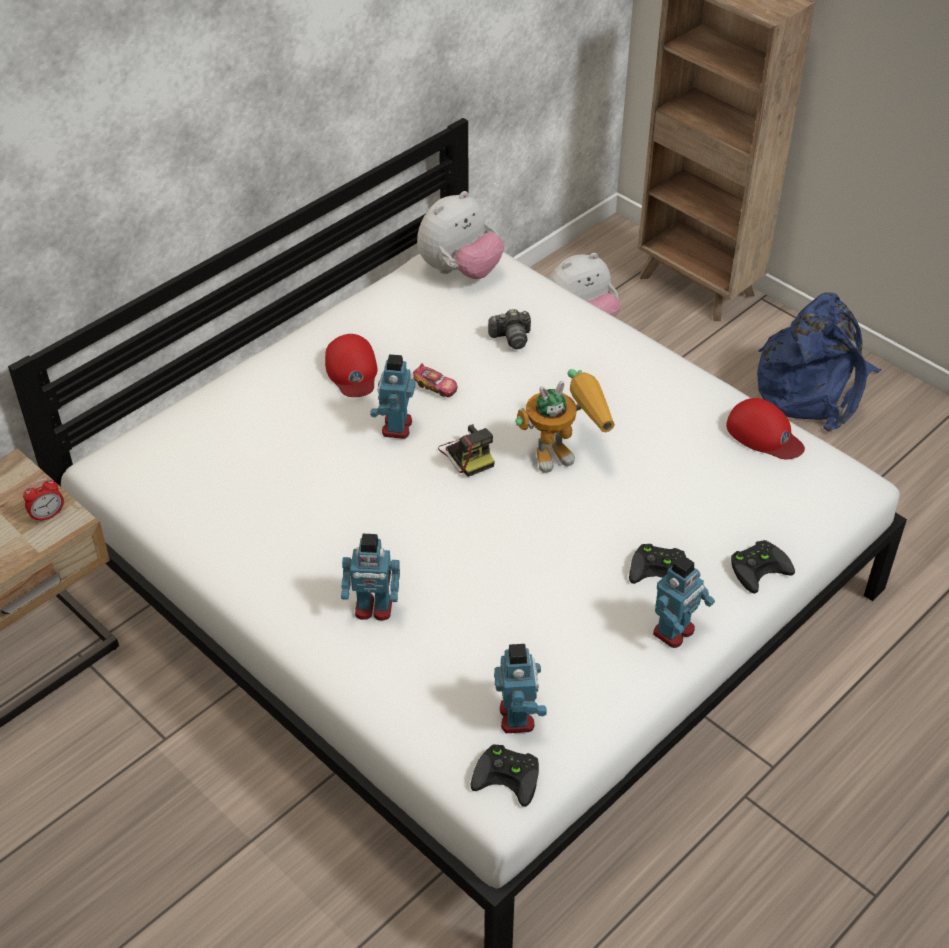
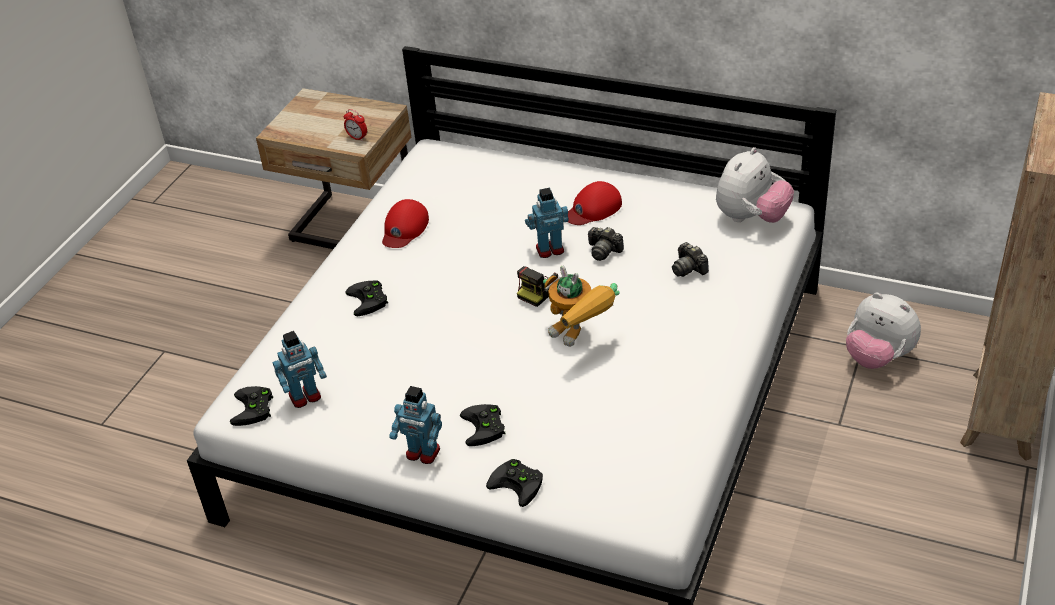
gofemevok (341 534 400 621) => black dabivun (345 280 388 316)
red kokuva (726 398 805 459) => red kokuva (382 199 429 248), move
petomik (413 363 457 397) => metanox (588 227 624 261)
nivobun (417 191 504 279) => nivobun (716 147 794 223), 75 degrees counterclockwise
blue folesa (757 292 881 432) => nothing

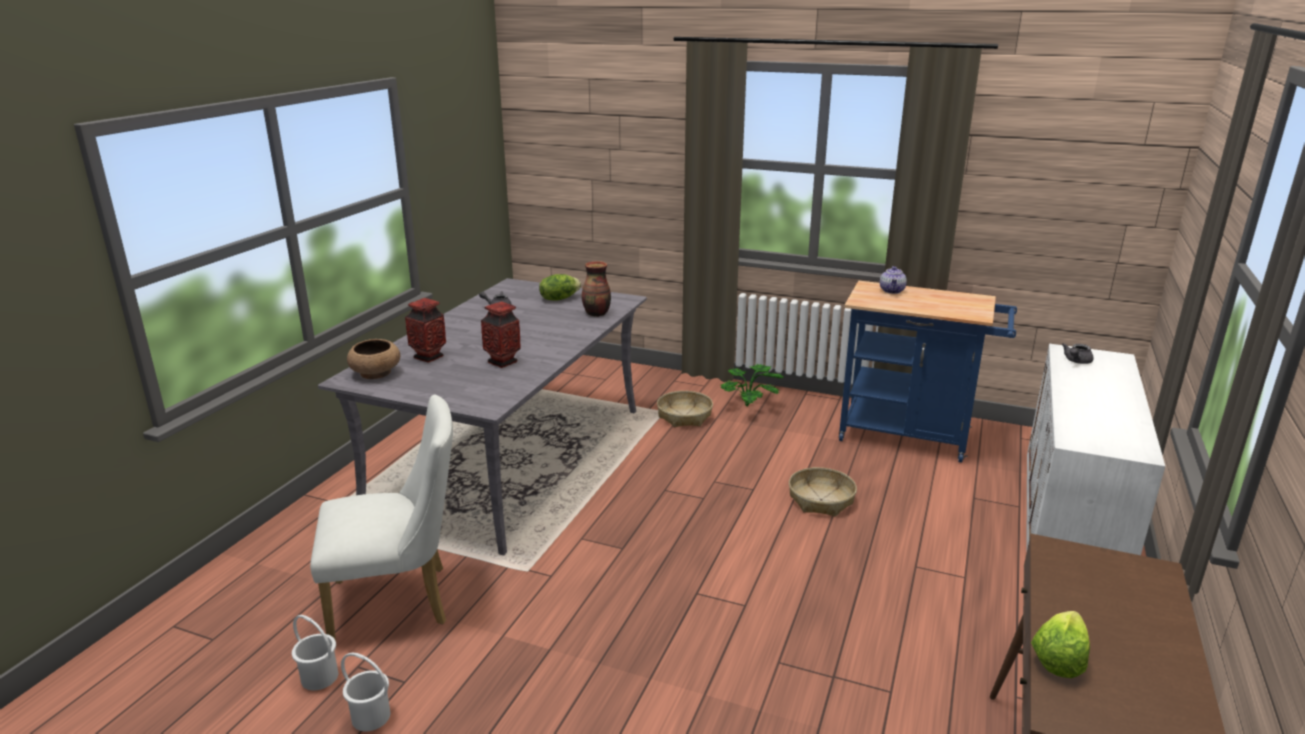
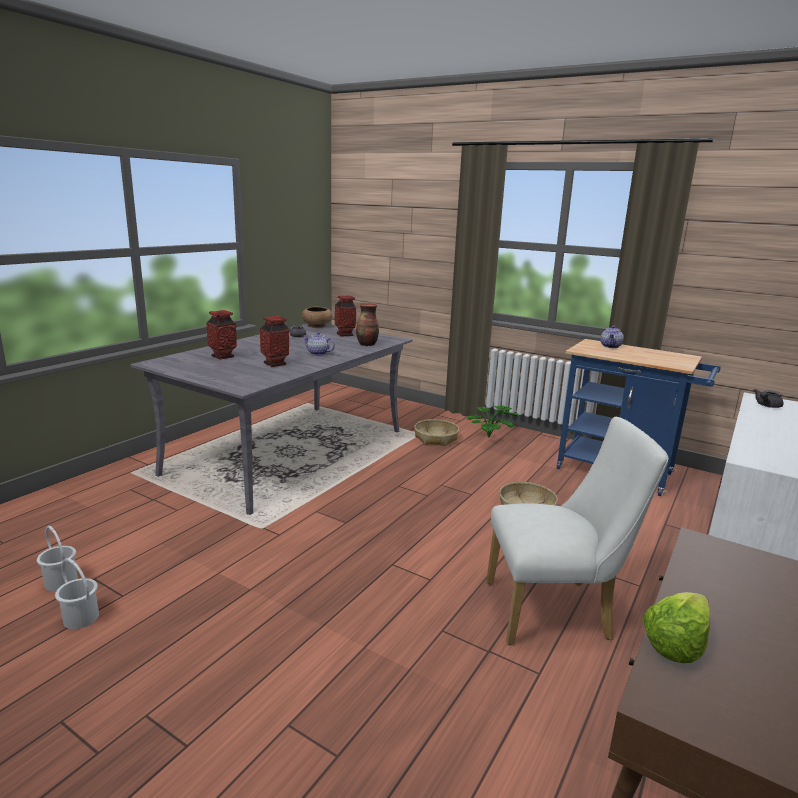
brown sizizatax (347 339 400 379) => brown sizizatax (302 306 332 328), move
nothing => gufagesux (303 332 335 355)
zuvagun (539 274 581 301) => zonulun (335 296 356 337)
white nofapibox (310 395 453 641) => white nofapibox (486 417 669 645), move

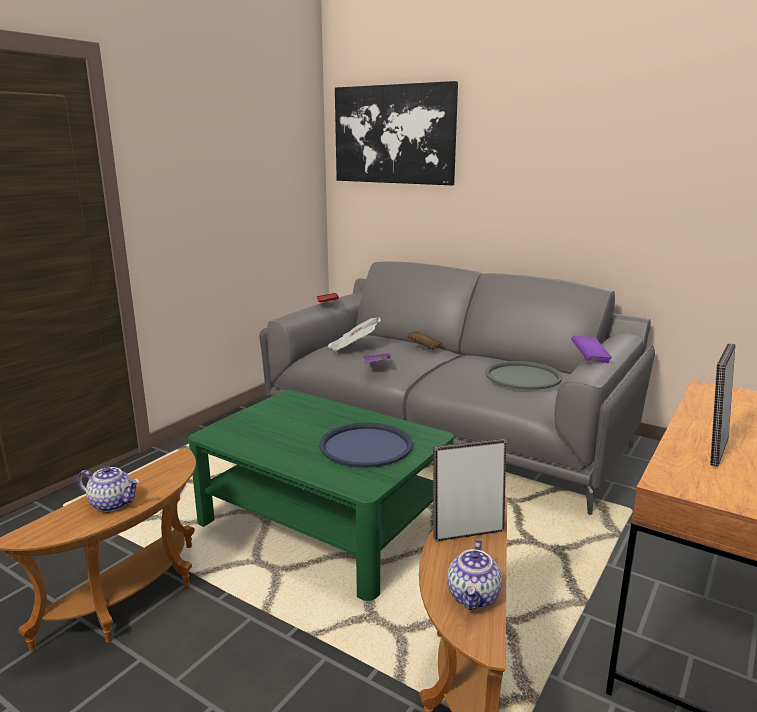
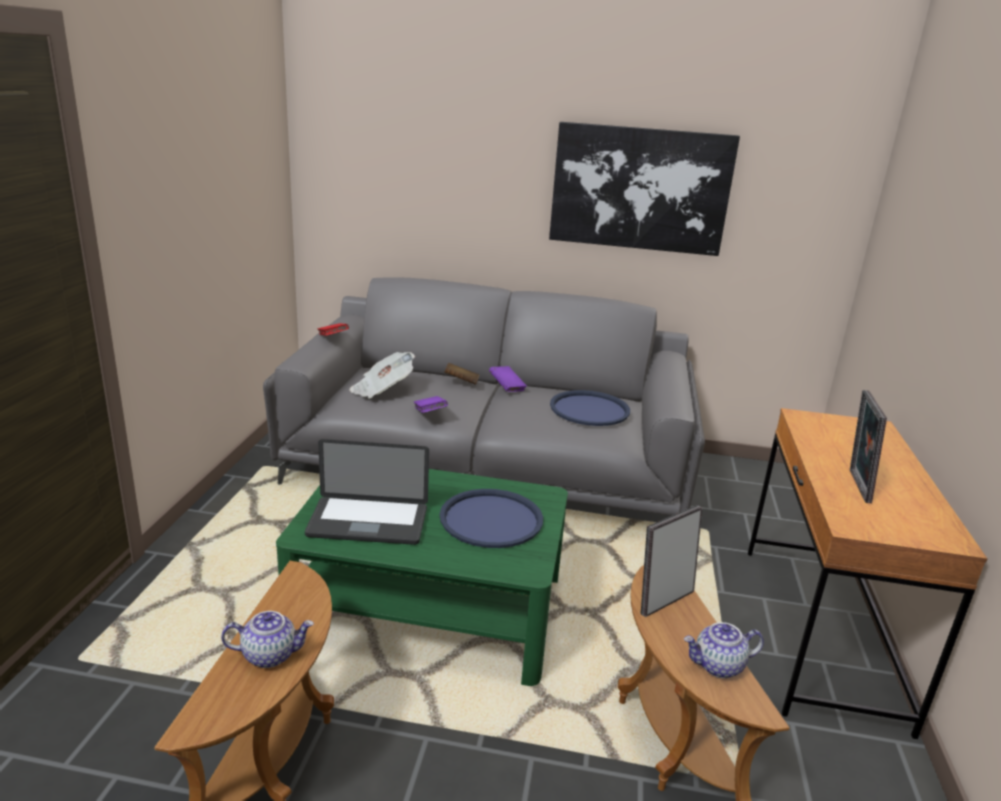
nothing => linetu (305 439 429 545)
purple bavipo (571 335 612 363) => purple bavipo (489 366 527 392), move
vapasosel (335 81 458 185) => vapasosel (549 122 740 256), move
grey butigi (485 361 563 390) => blue butigi (550 390 630 426)
gufagesux (447 539 502 610) => gufagesux (684 622 764 678), 90 degrees clockwise

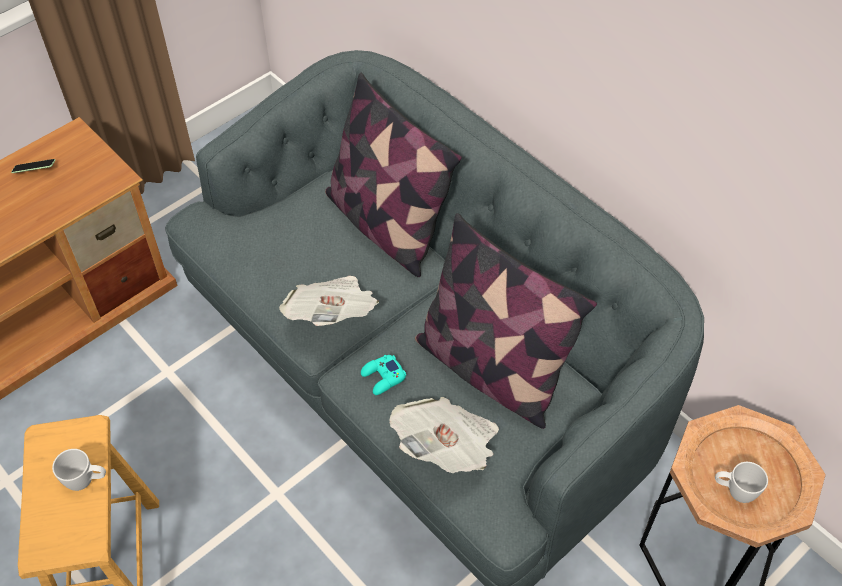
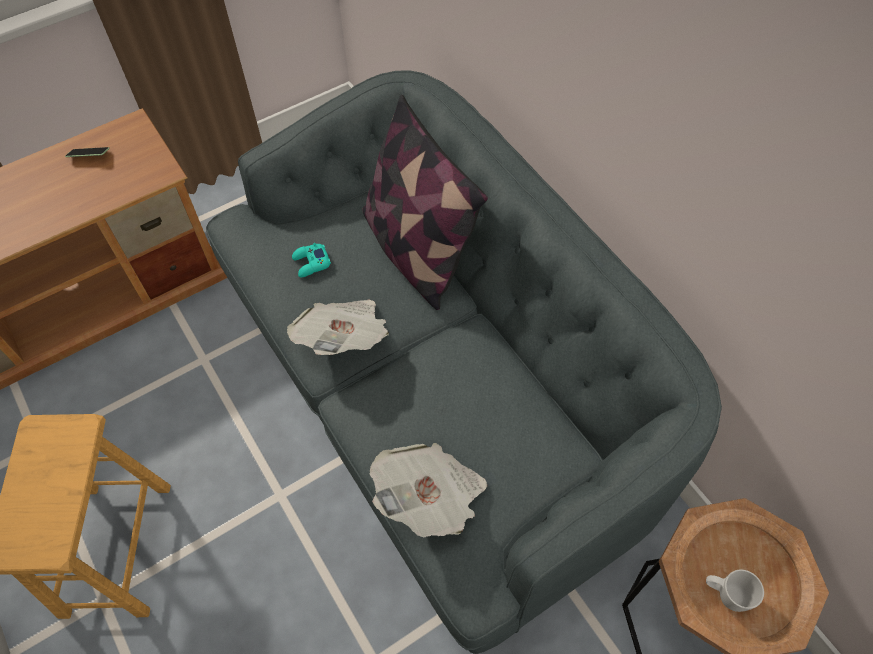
turquoise dabivun (361 355 406 395) => turquoise dabivun (292 243 331 278), move
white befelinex (52 449 106 491) => nothing
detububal (415 213 597 429) => nothing

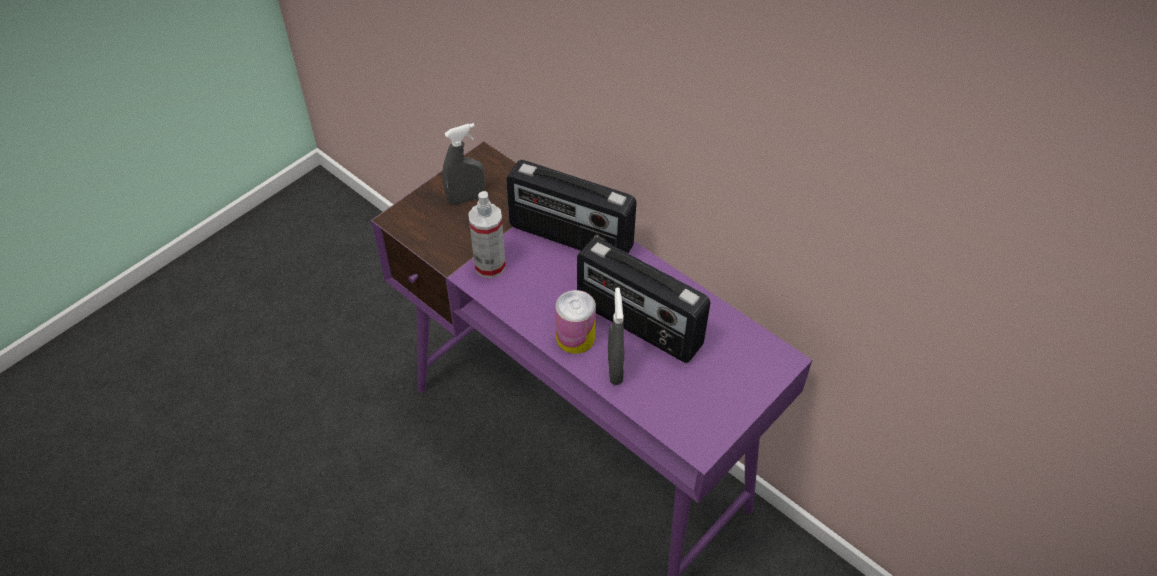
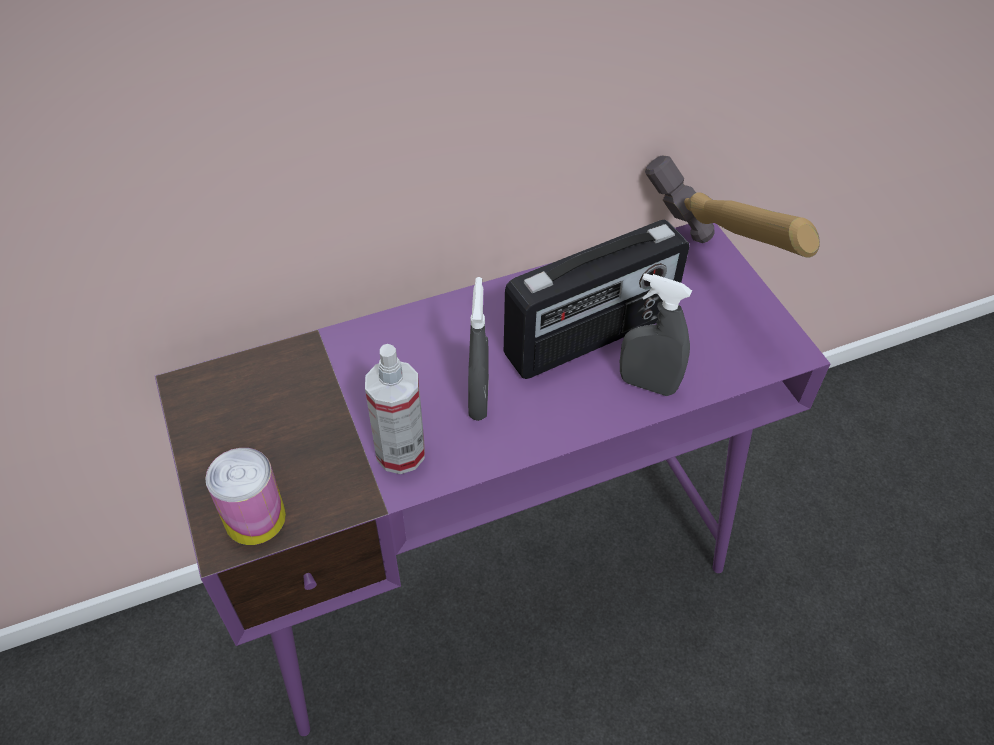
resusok (555 290 596 354) => resusok (205 448 286 545), move
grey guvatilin (442 123 485 205) => grey guvatilin (468 277 489 421), move
nothing => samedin (645 156 820 257)
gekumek (506 160 637 254) => nothing

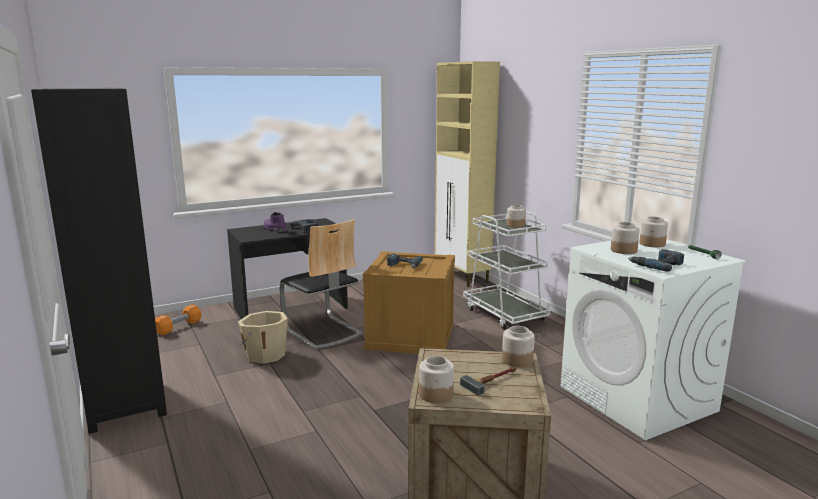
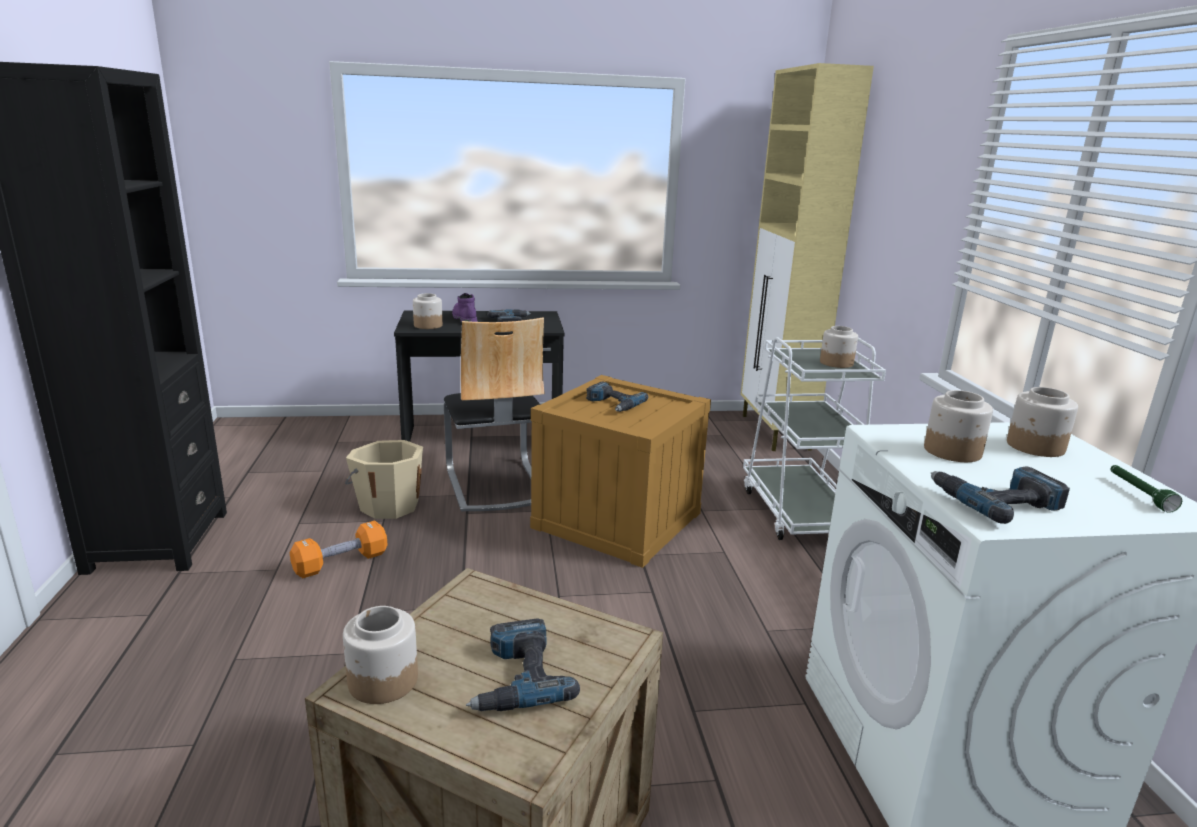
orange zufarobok (155 304 201 335) => orange zufarobok (290 521 388 578), move
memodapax (502 326 535 367) => memodapax (413 293 443 329), move
samedin (460 366 516 396) => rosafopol (466 619 580 711)

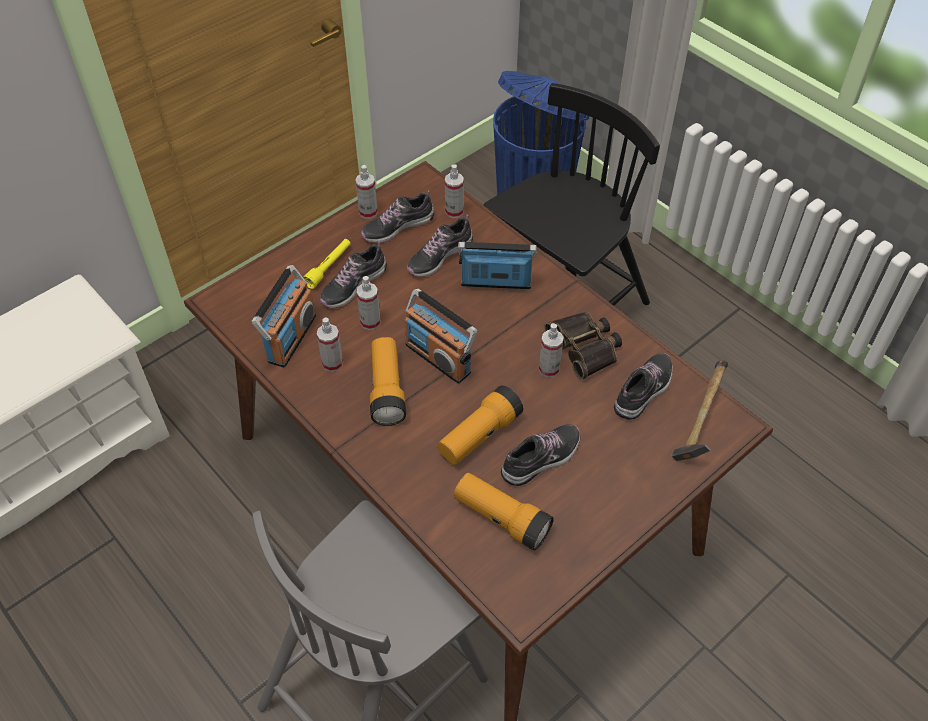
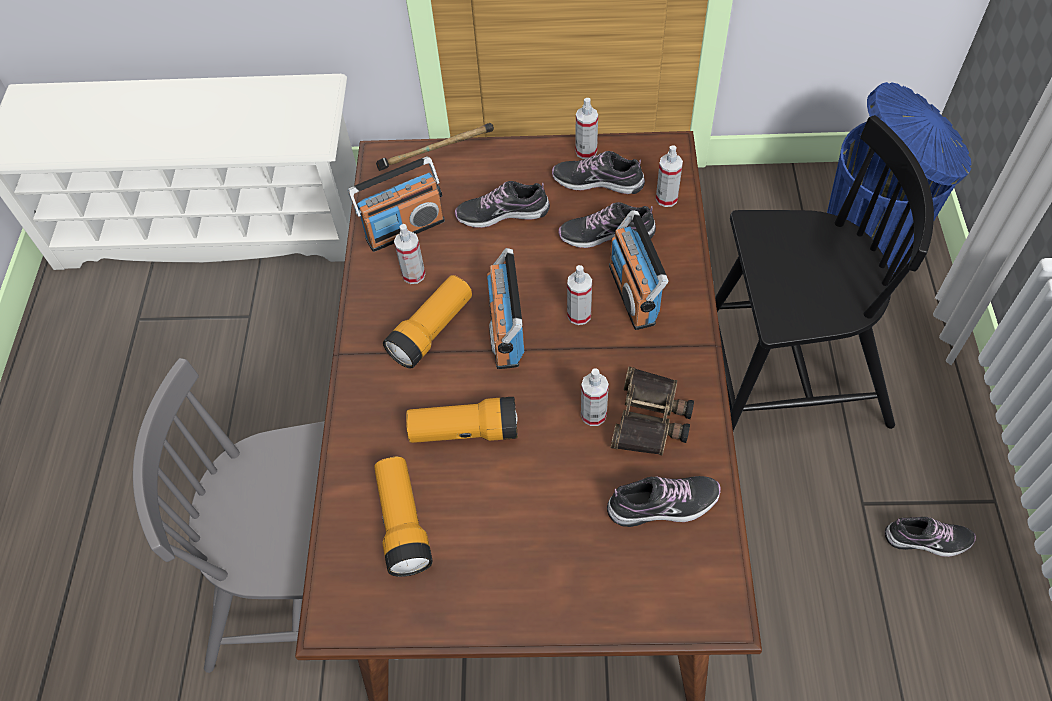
samedin (671 360 728 461) => samedin (376 123 494 171), move
guvatilin (357 276 381 330) => guvatilin (567 265 592 325), move
gekumek (458 242 537 289) => gekumek (609 210 669 330), 150 degrees counterclockwise
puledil (501 424 580 486) => puledil (885 517 976 557), move
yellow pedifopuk (303 239 351 289) => nothing

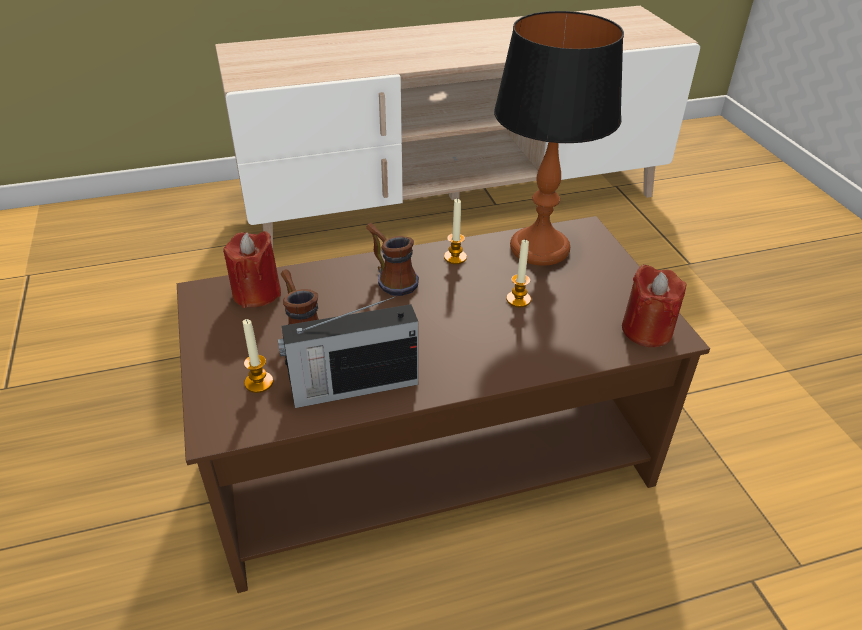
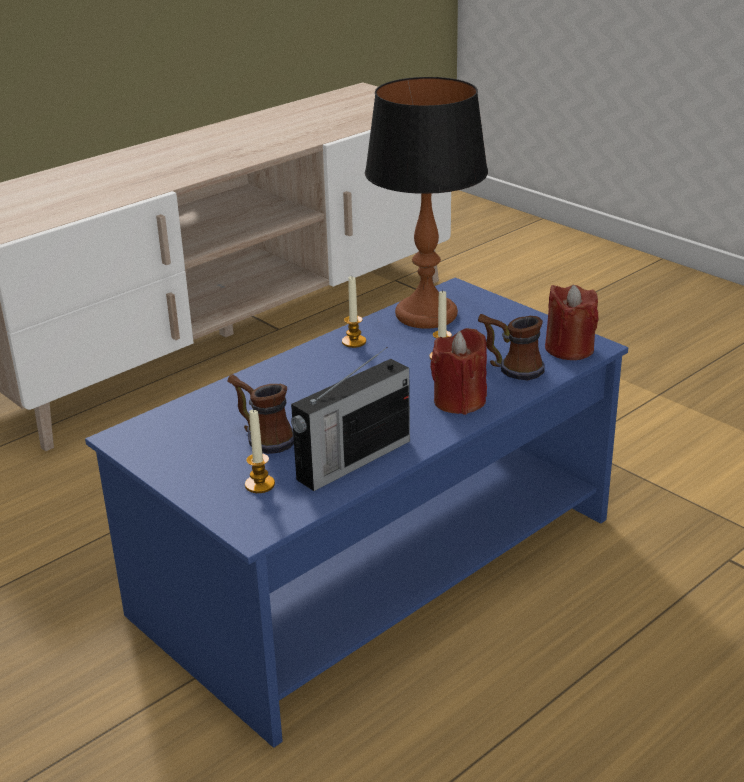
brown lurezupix (177 216 710 593) => blue lurezupix (85 278 628 748)
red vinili (223 231 281 308) => red vinili (430 328 487 415), move
befelinex (366 223 419 296) => befelinex (478 314 545 380), move

